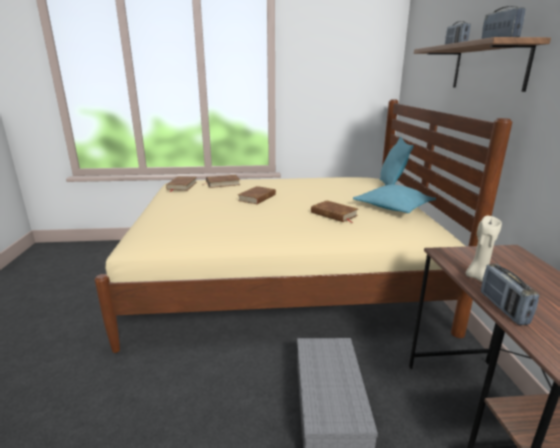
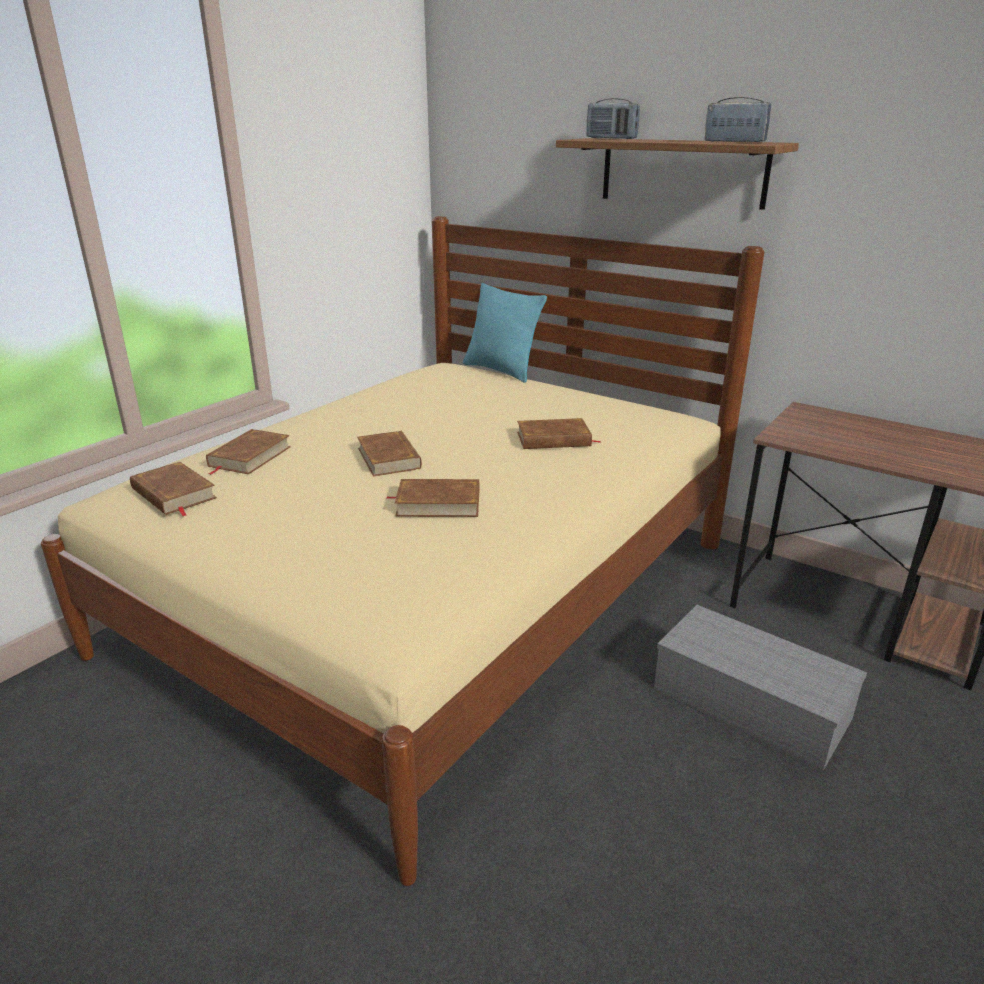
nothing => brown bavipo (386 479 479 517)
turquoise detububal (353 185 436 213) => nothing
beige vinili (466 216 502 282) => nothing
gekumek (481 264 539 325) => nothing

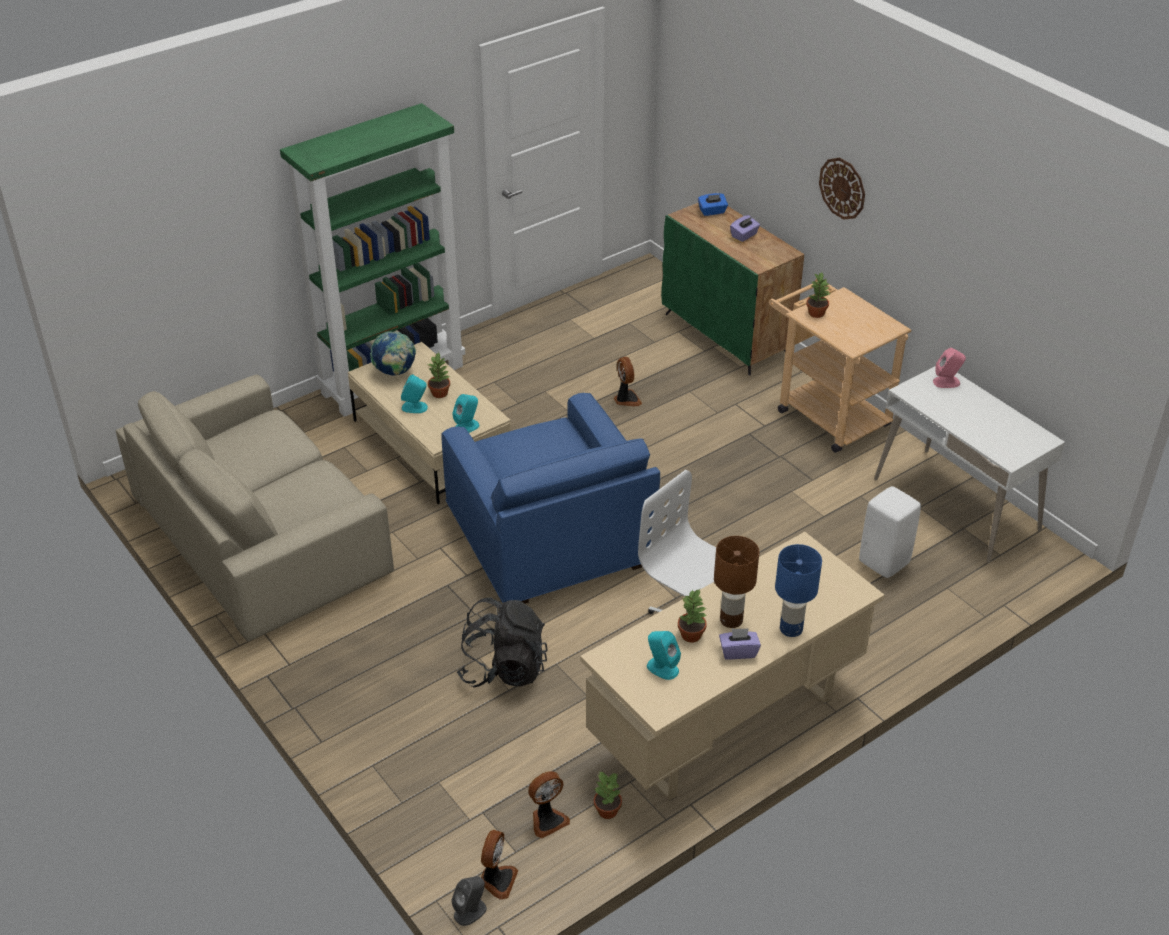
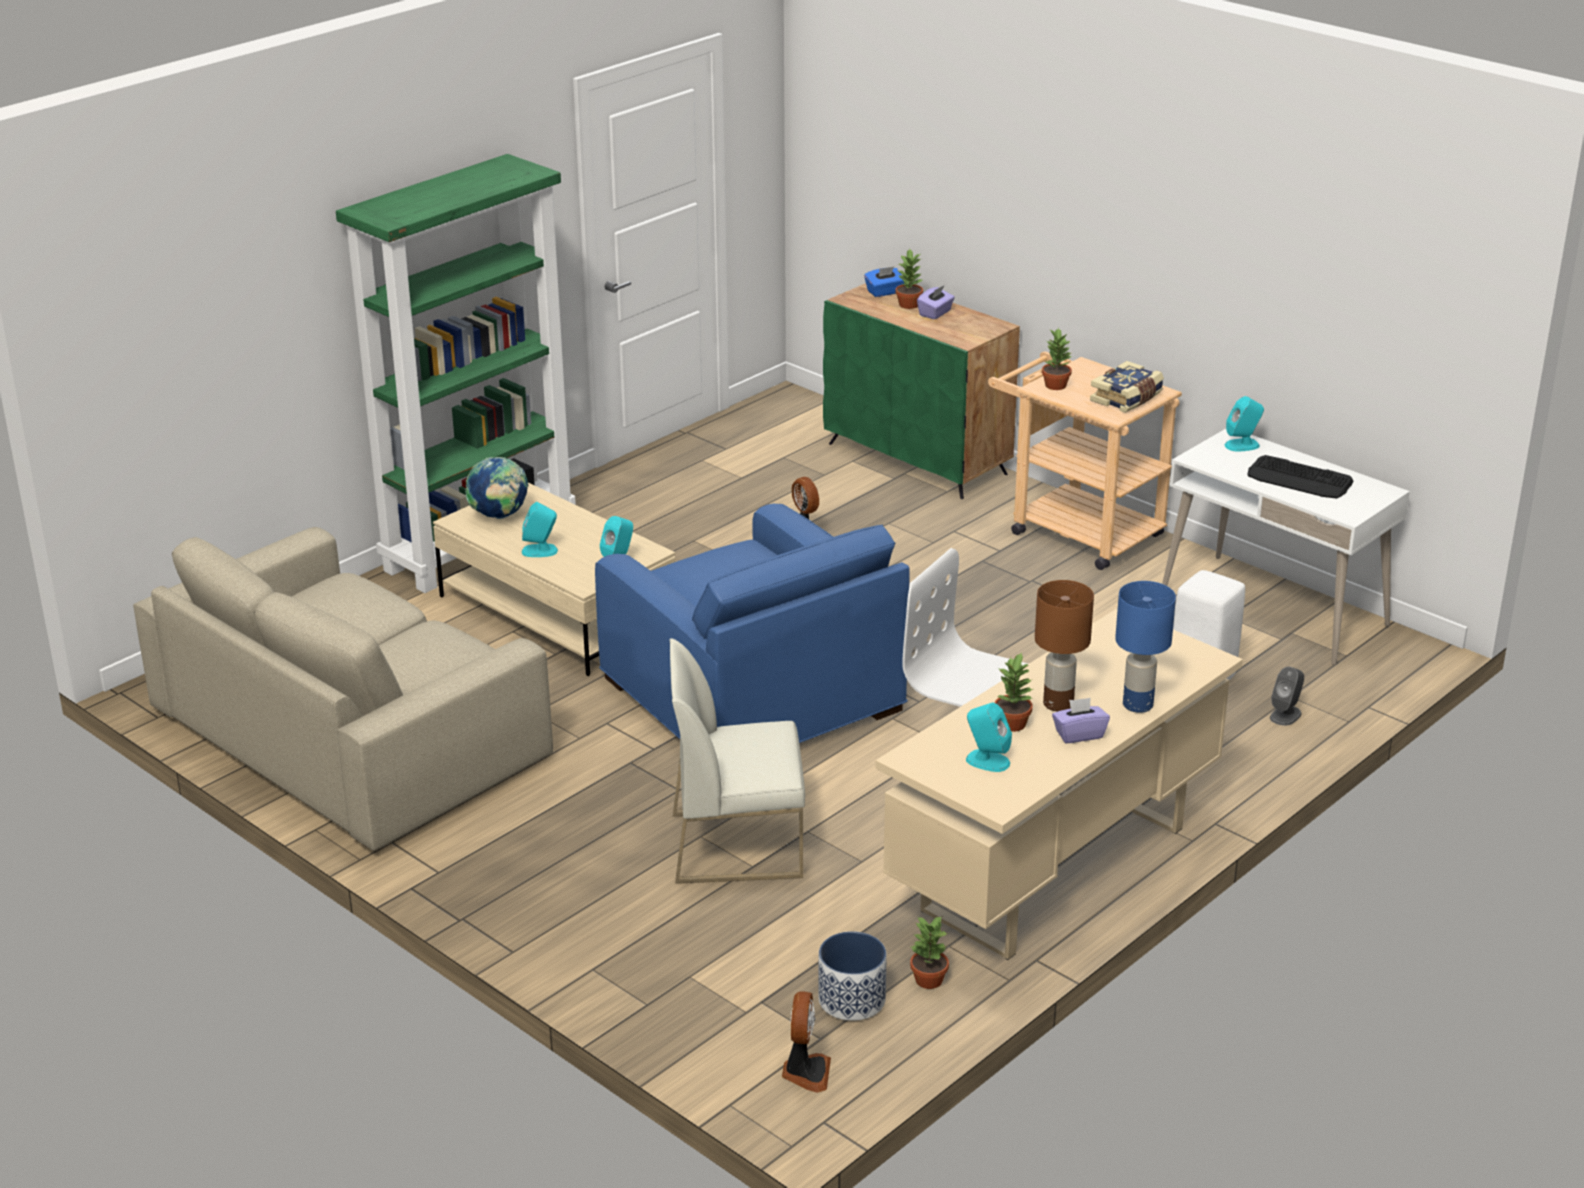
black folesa (457 597 548 687) => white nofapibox (670 639 805 884)
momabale (528 771 570 838) => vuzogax (818 931 886 1021)
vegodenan (427 352 451 398) => vegodenan (895 249 923 309), move
nothing => bavipo (1090 361 1164 413)
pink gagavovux (933 348 966 388) => turquoise gagavovux (1225 396 1264 451)
nothing => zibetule (1247 455 1353 499)
grey gagavovux (451 876 487 926) => grey gagavovux (1270 667 1304 726), move
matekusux (819 158 865 220) => nothing

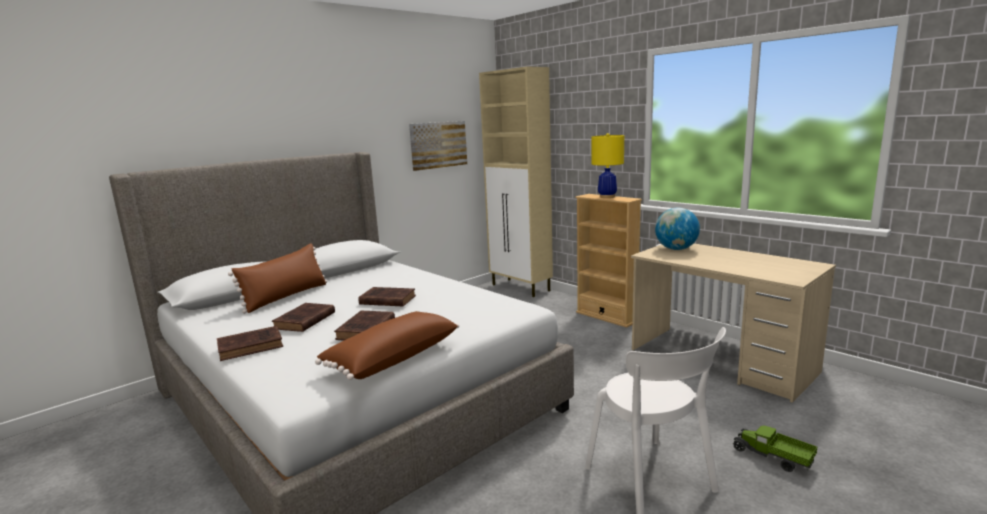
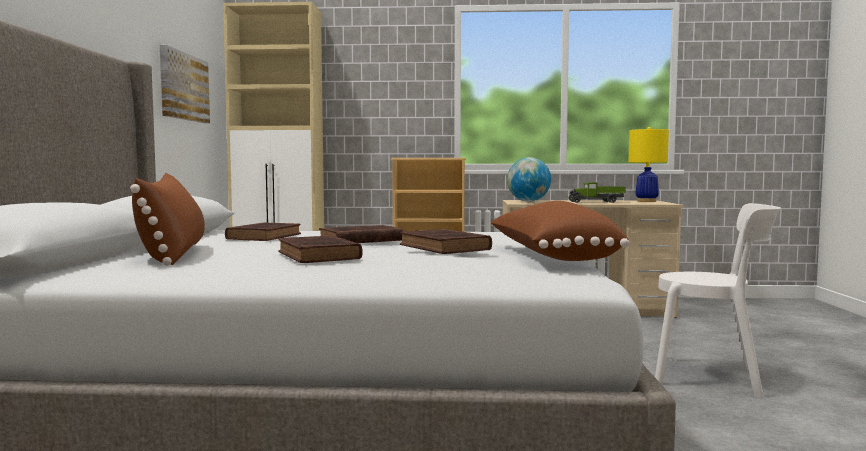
brown bavipo (217 326 283 361) => brown bavipo (225 222 301 241), move
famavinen (732 425 818 472) => famavinen (569 182 626 203), move
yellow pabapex (591 133 624 198) => yellow pabapex (629 127 669 202), move

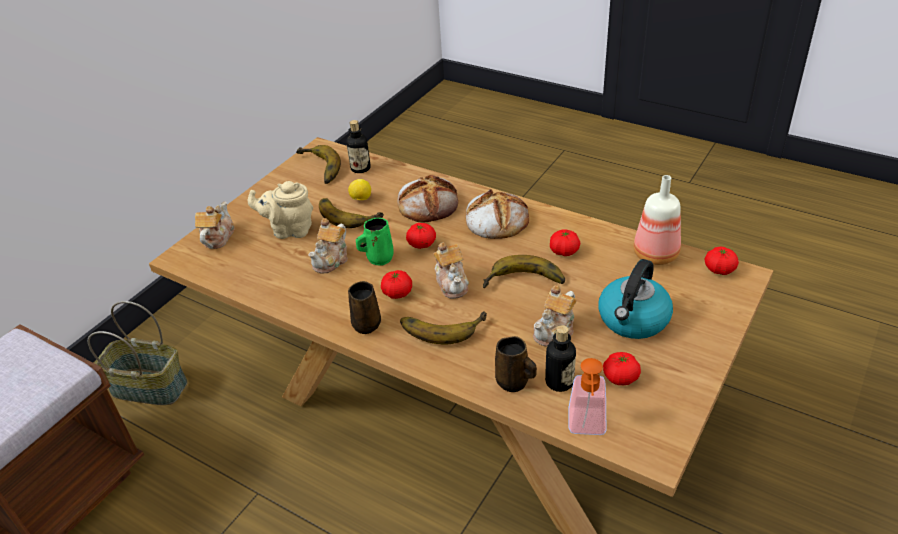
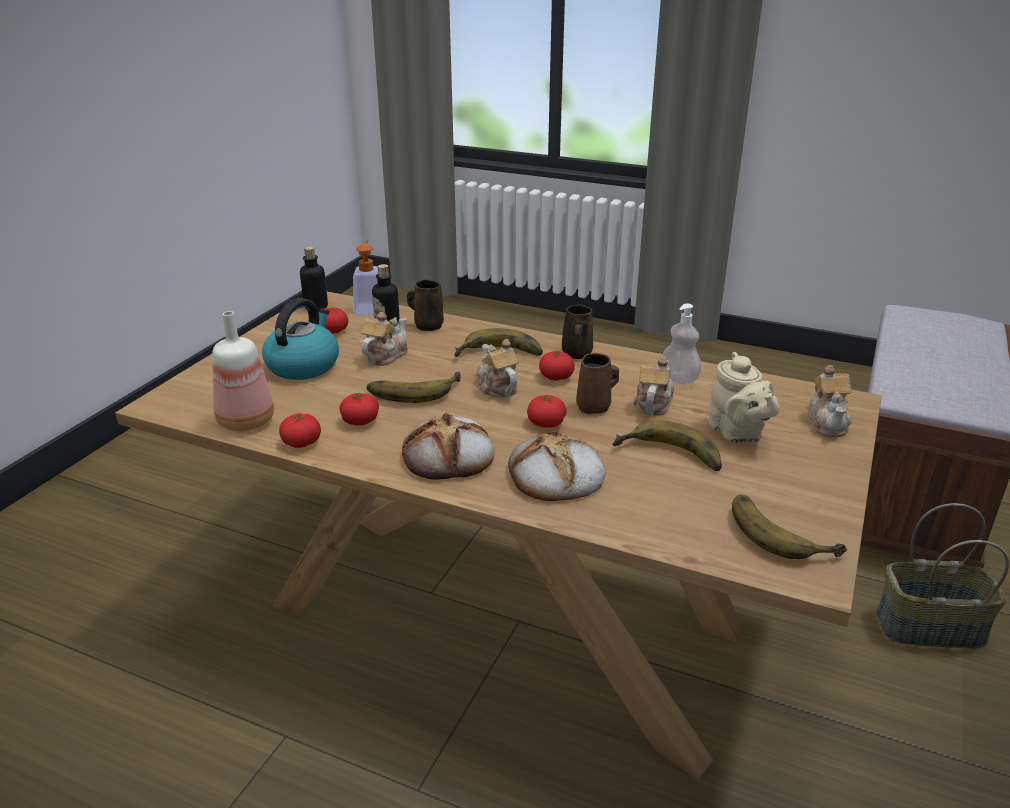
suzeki (704 247 739 275) => suzeki (279 413 321 448), move
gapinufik (346 120 371 173) => gapinufik (300 246 328 309), move
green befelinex (356 218 394 266) => brown befelinex (576 353 619 414)
nothing => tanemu (662 303 701 385)
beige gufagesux (248 181 313 239) => beige gufagesux (709 352 780 443), 75 degrees clockwise
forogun (348 179 371 200) => nothing

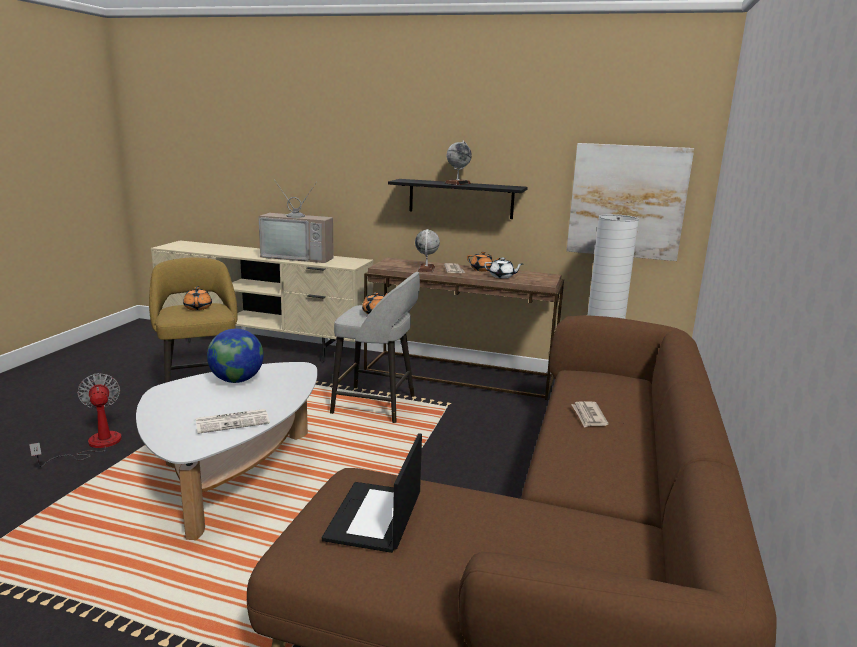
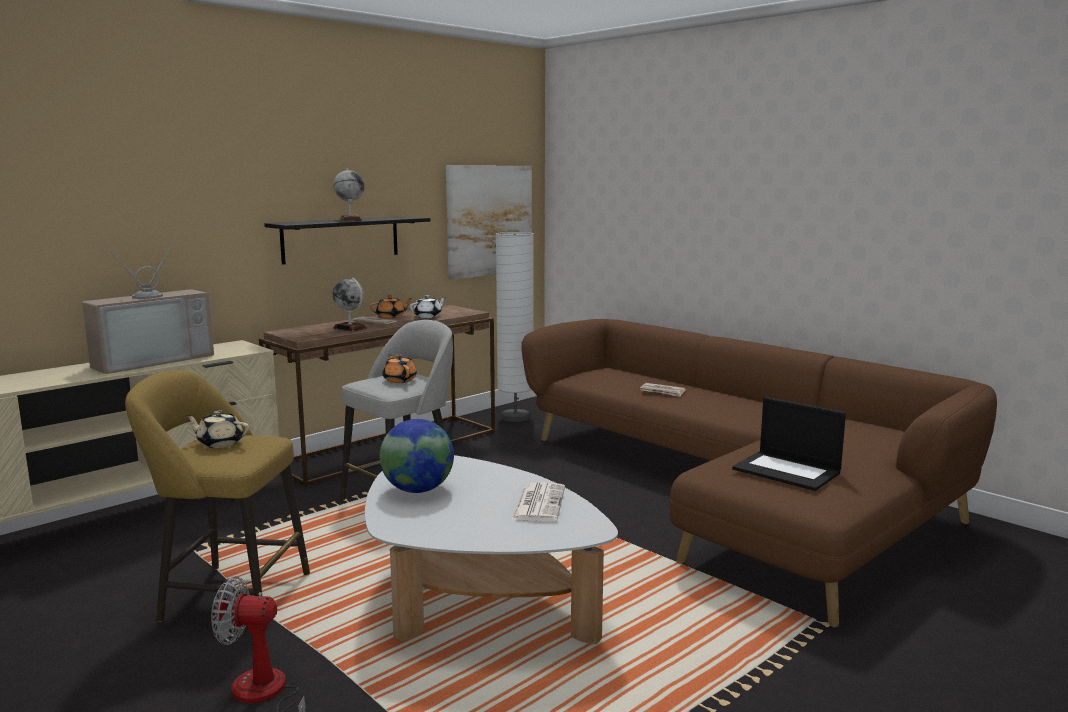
orange gufagesux (183 286 212 310) => beige gufagesux (186 410 249 448)

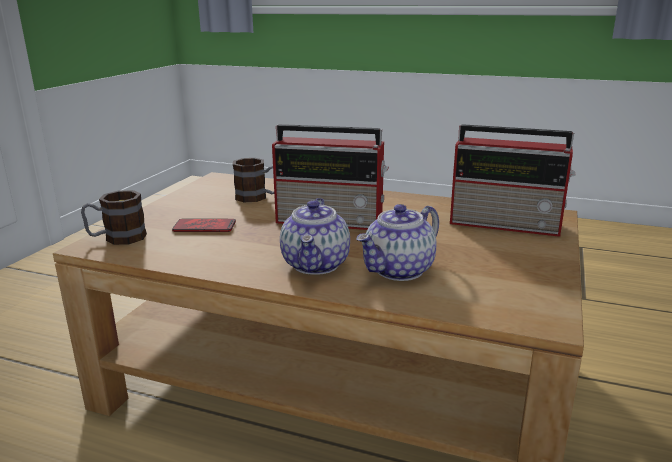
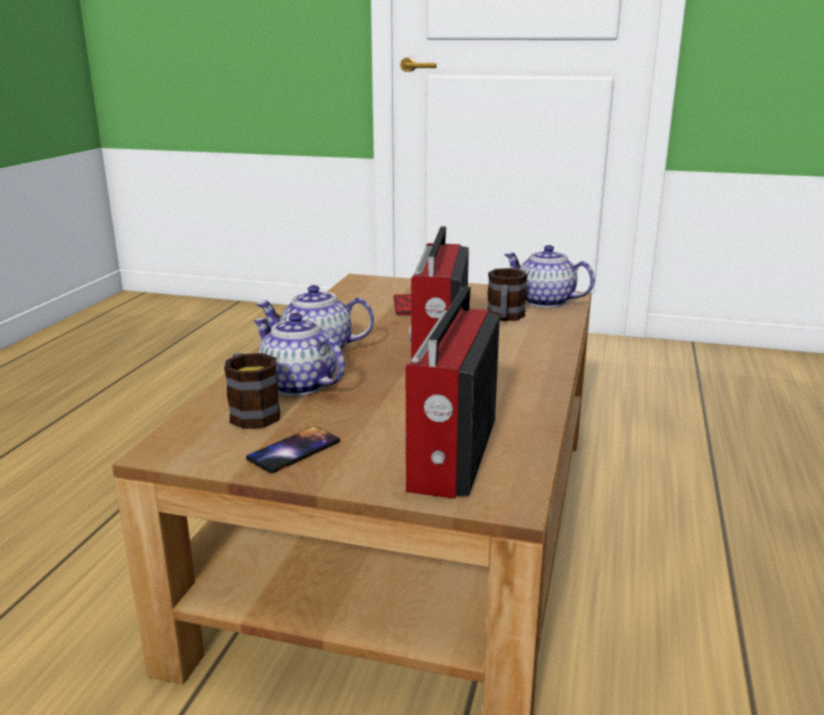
befelinex (81 190 147 245) => befelinex (224 353 280 429), move
nothing => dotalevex (246 426 340 473)
nothing => gufagesux (504 245 595 308)

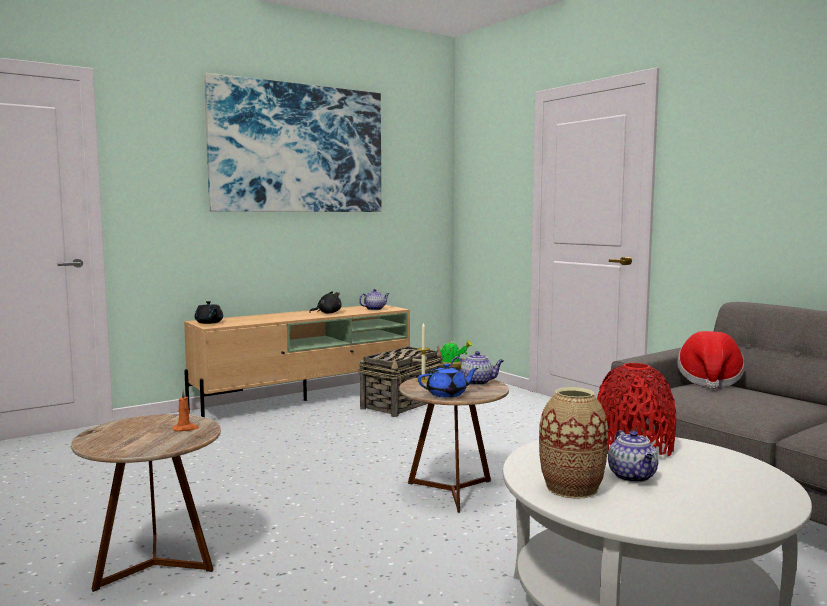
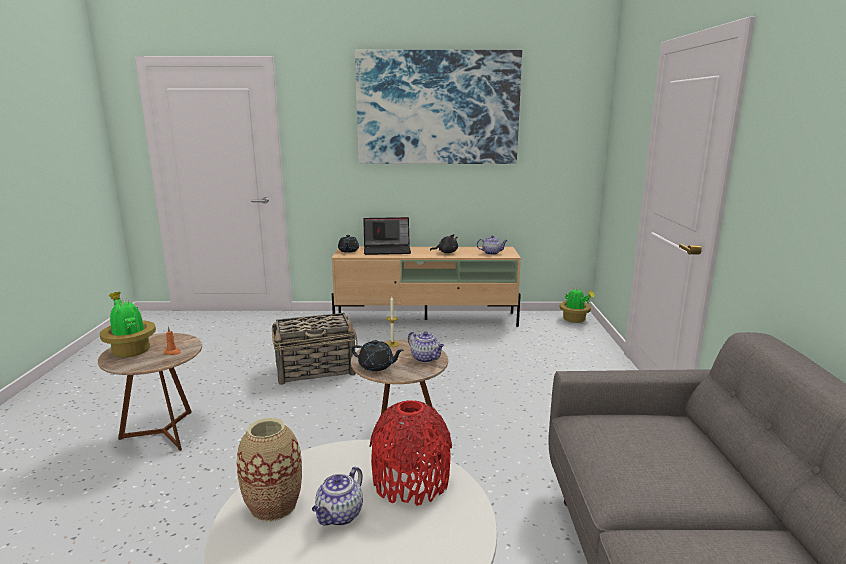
nothing => vegodenan (100 292 156 357)
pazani (358 346 443 417) => pazani (272 313 357 385), move
blue gufagesux (418 363 478 398) => black gufagesux (351 340 404 371)
nothing => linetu (363 217 411 255)
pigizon (677 331 745 389) => nothing

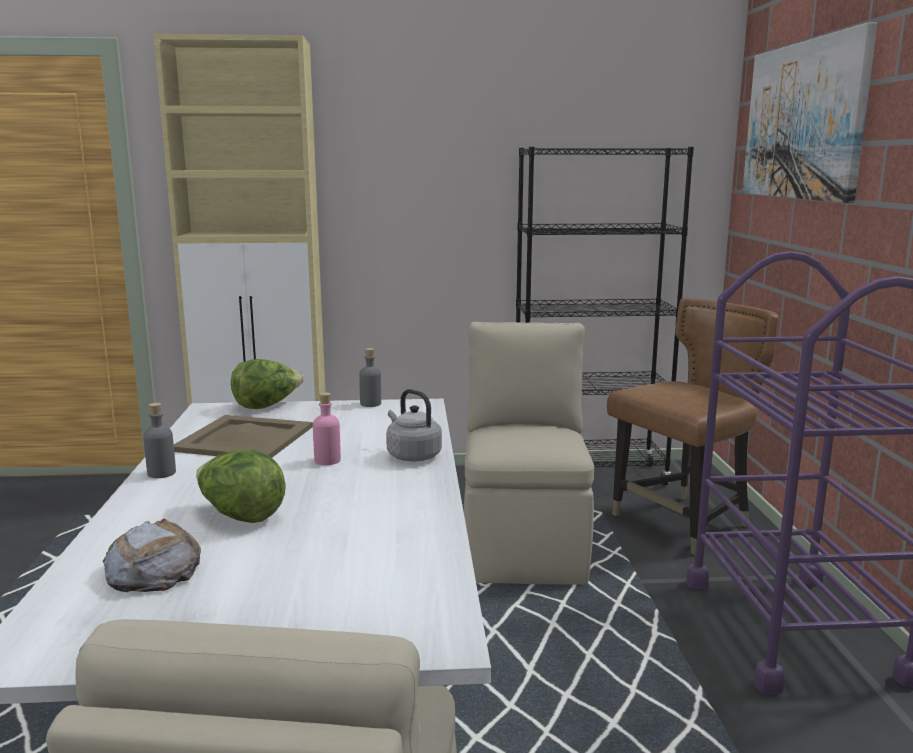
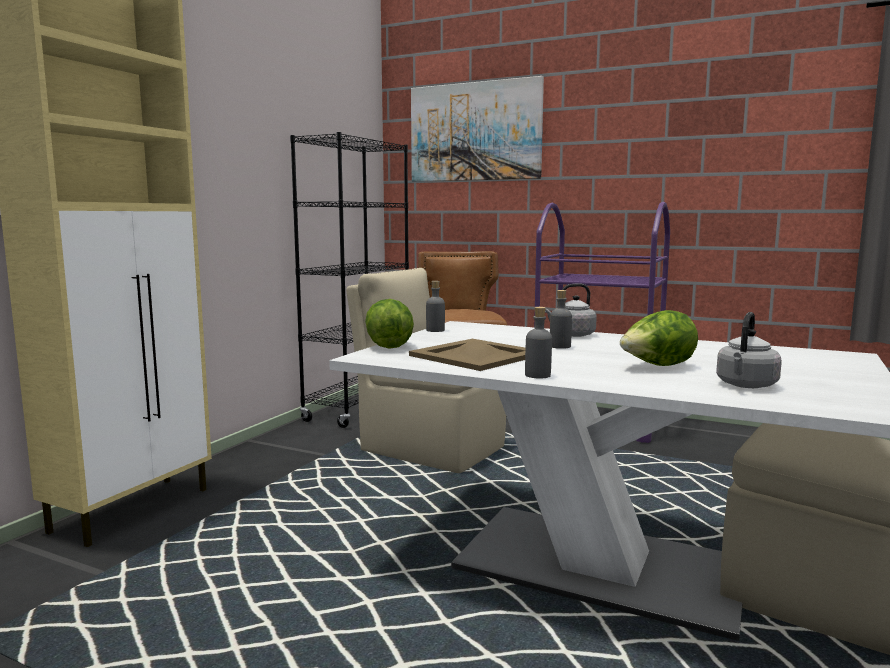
pink gapinufik (313 392 341 465) => grey gapinufik (550 290 572 349)
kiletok (103 518 201 592) => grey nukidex (716 312 782 388)

